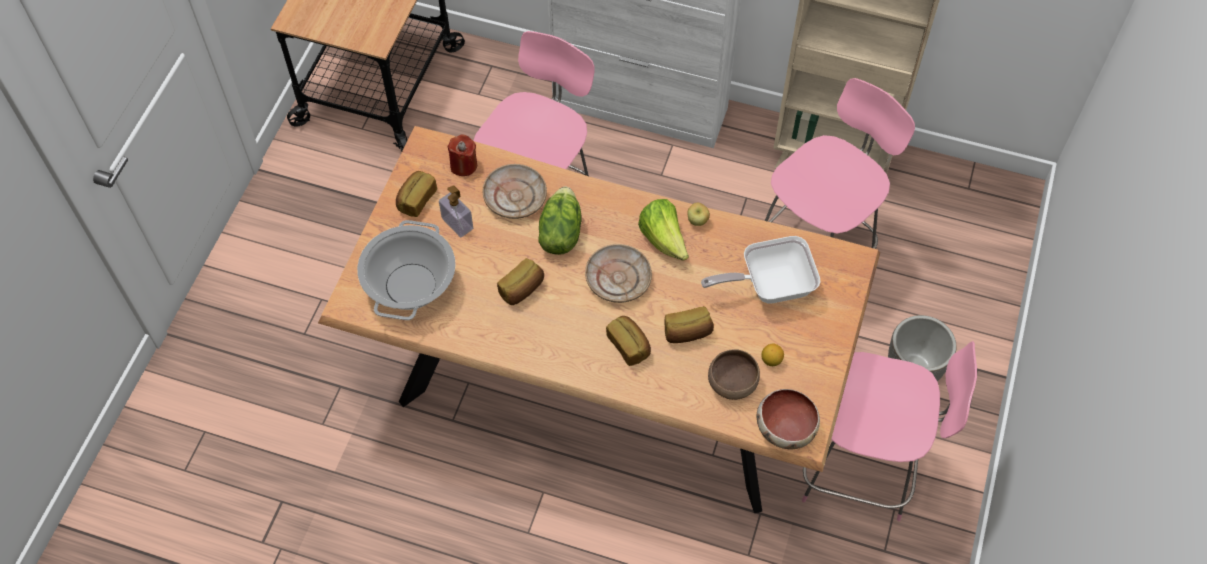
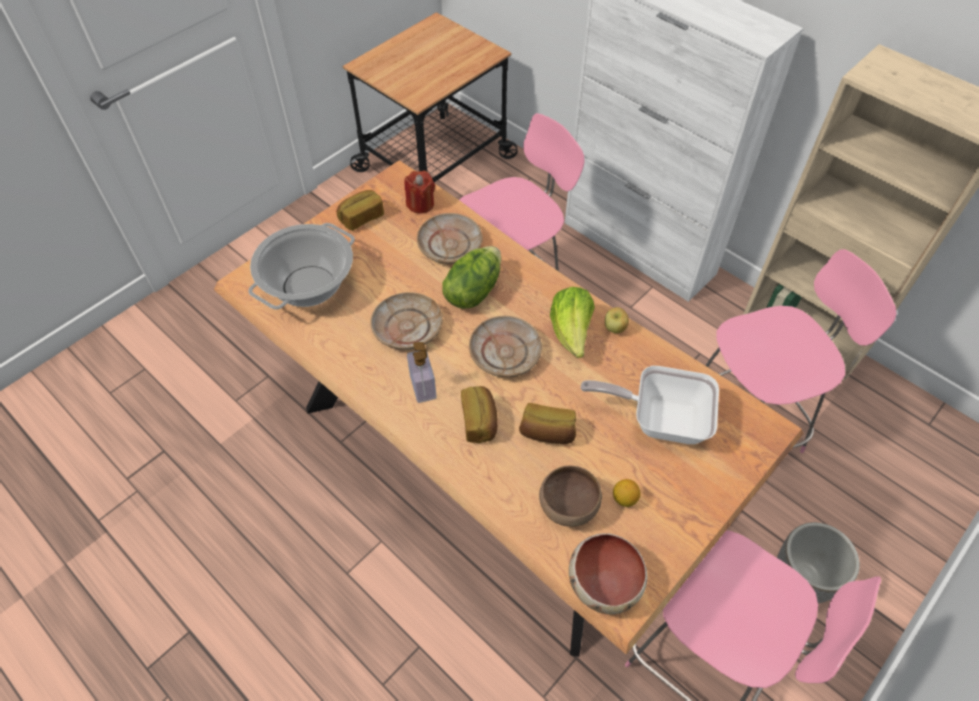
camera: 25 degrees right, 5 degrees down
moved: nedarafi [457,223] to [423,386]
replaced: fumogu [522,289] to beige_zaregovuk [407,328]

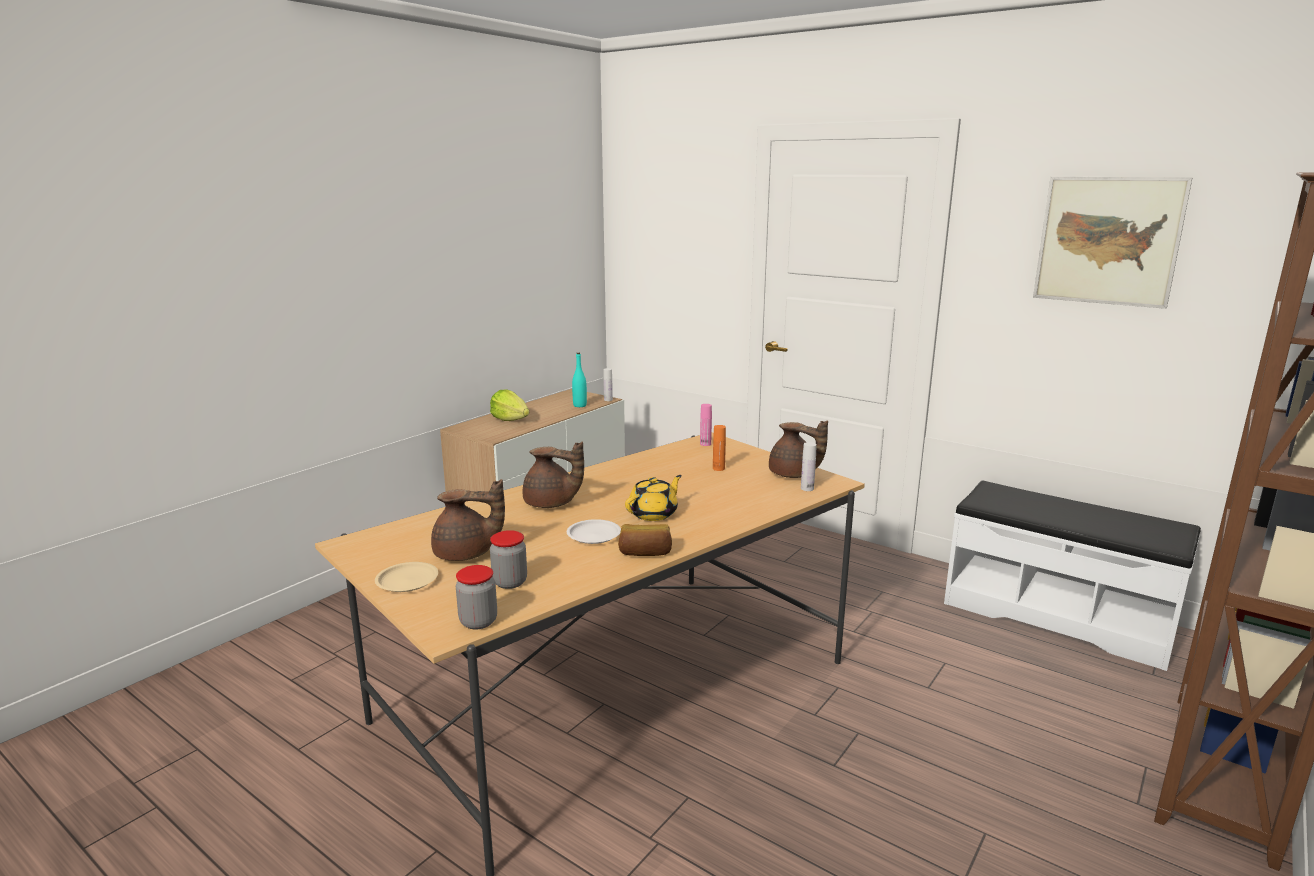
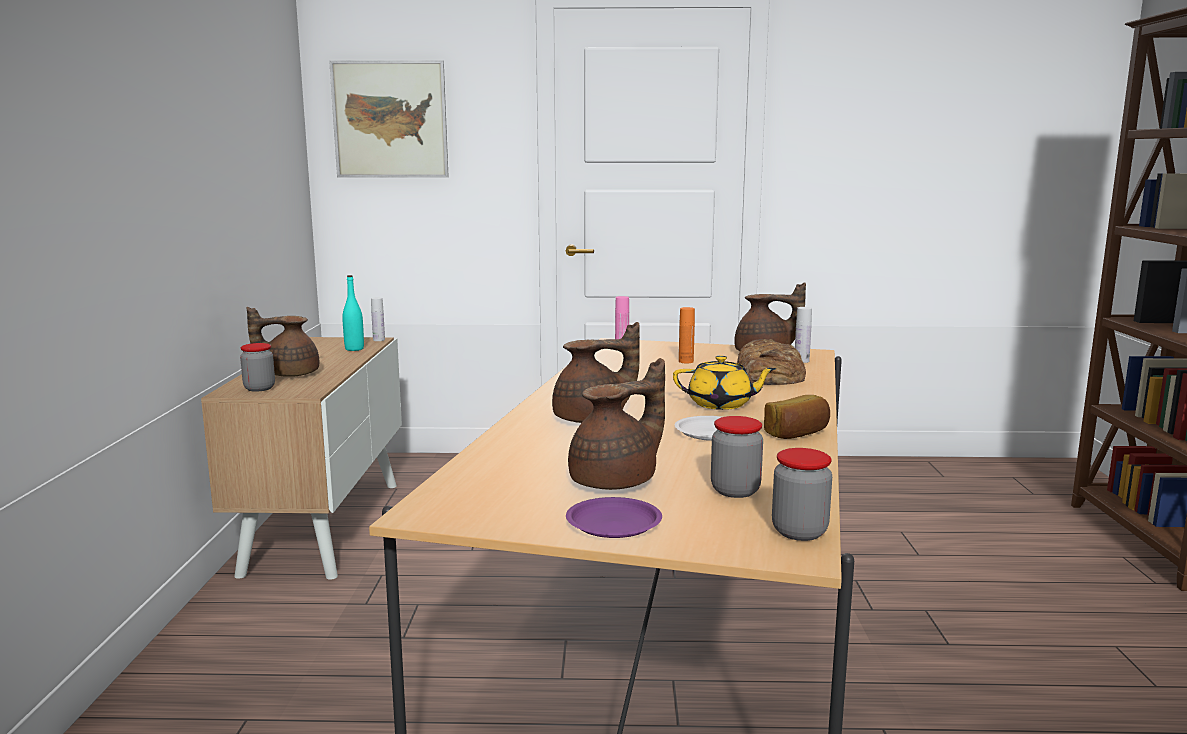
camera: 35 degrees left, 5 degrees down
removed: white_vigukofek [1057,615]
added: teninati [259,388]; fumogu [768,375]
moved: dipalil [1108,241] to [390,120]
replaced: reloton [510,420] to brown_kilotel [290,374]
recoloured: beige_zaregovuk [407,581] to purple_zaregovuk [614,523]
turned: yellow_kilotel [654,514] = [721,404] 90 degrees clockwise

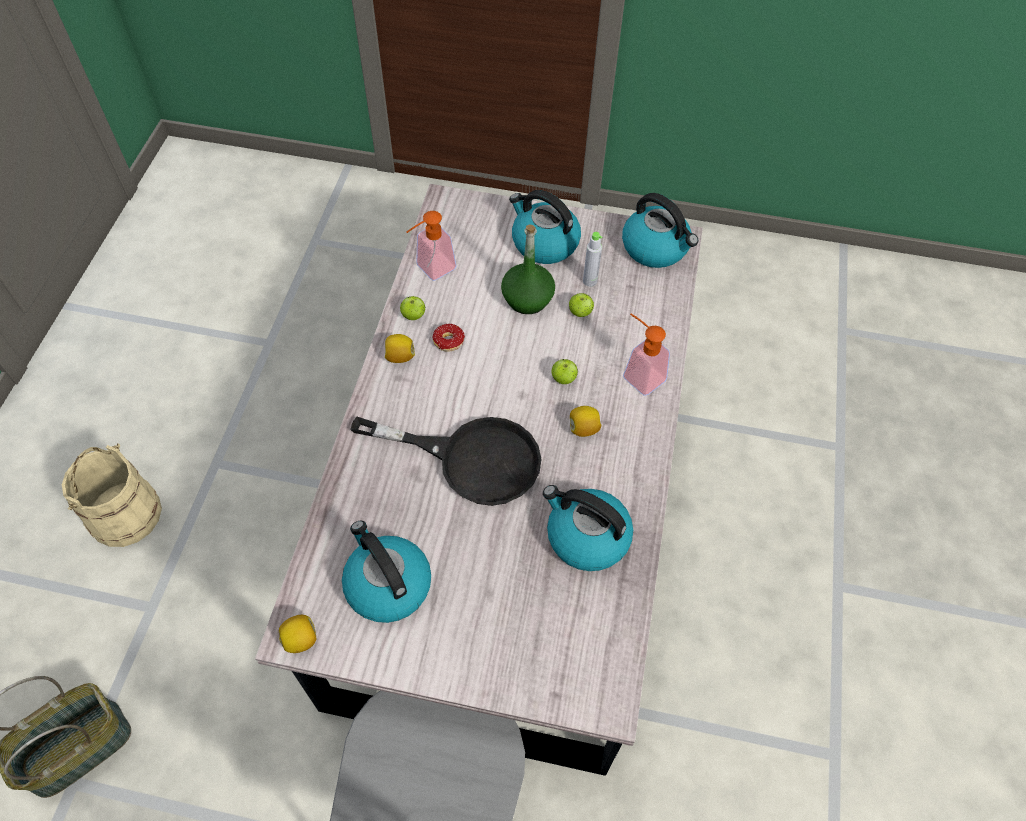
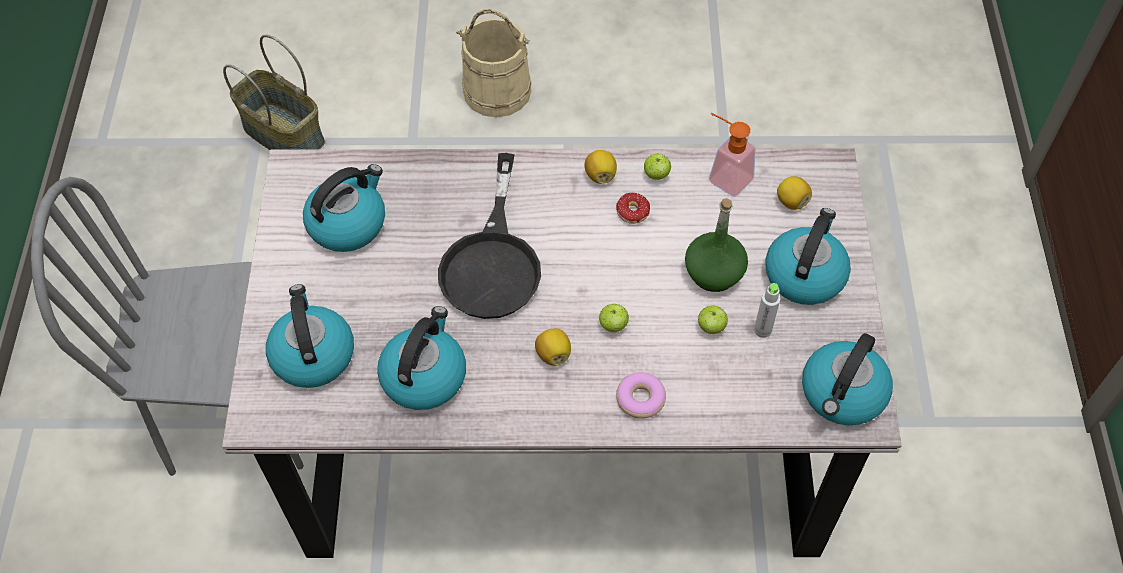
camera: 80 degrees right, 0 degrees up
added: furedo [312,354]
moved: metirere [301,639] to [791,201]
replaced: nedarafi [639,374] to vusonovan [640,398]

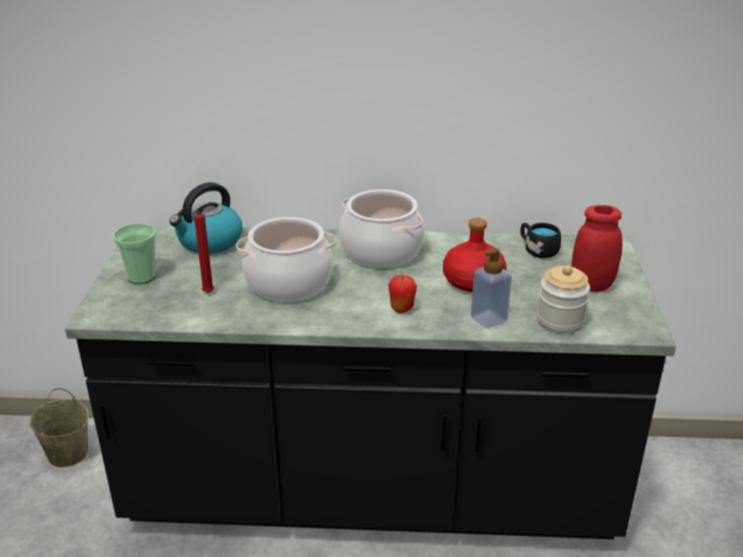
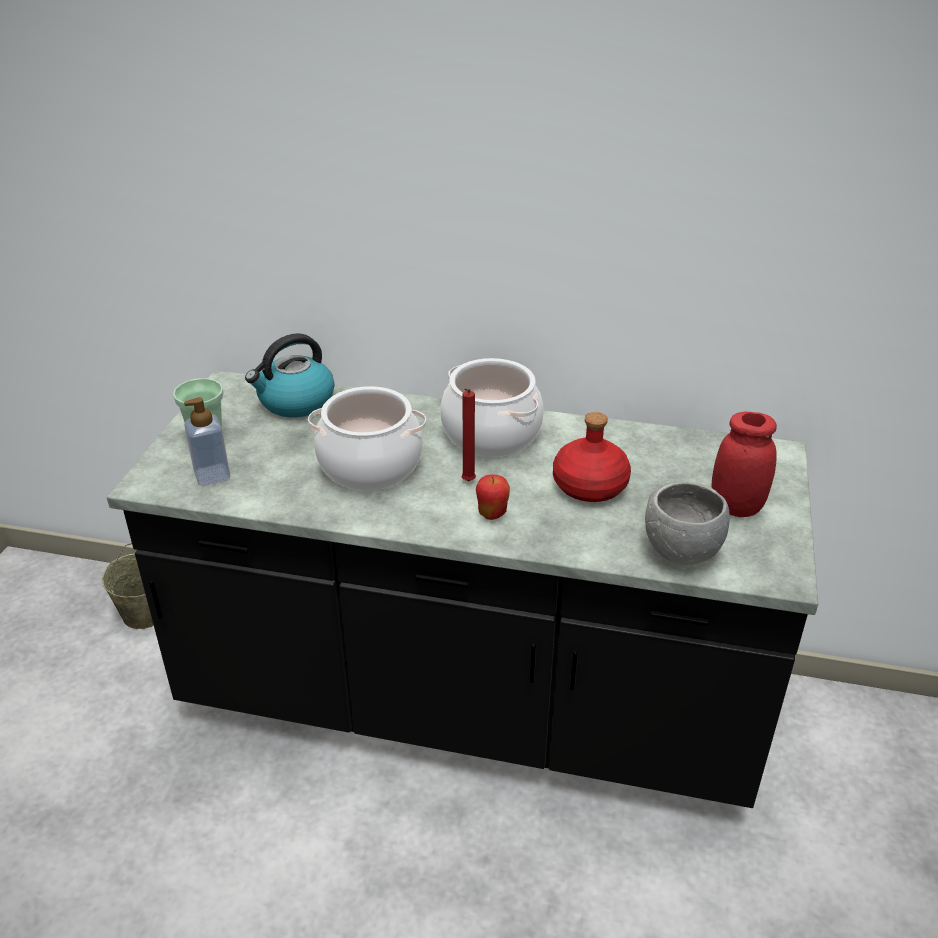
camera: 10 degrees right, 5 degrees up
removed: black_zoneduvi [537,250]
moved: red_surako [207,294] to [467,482]; nedarafi [488,319] to [212,475]
replaced: teninati [560,321] to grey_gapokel [680,553]

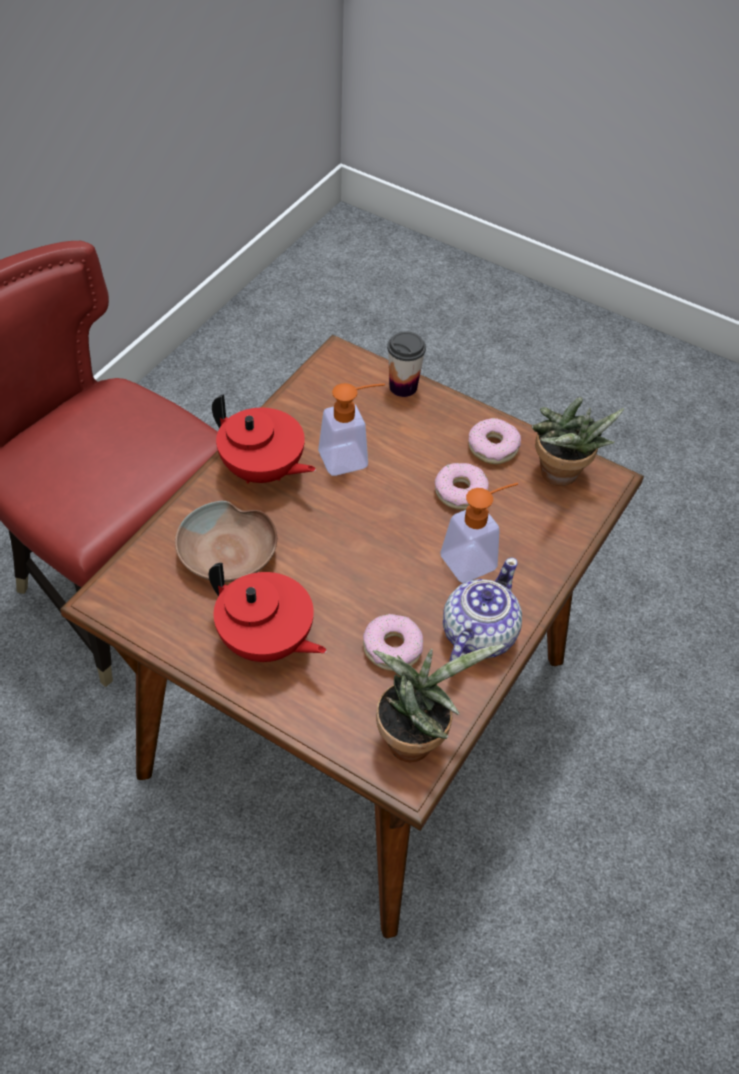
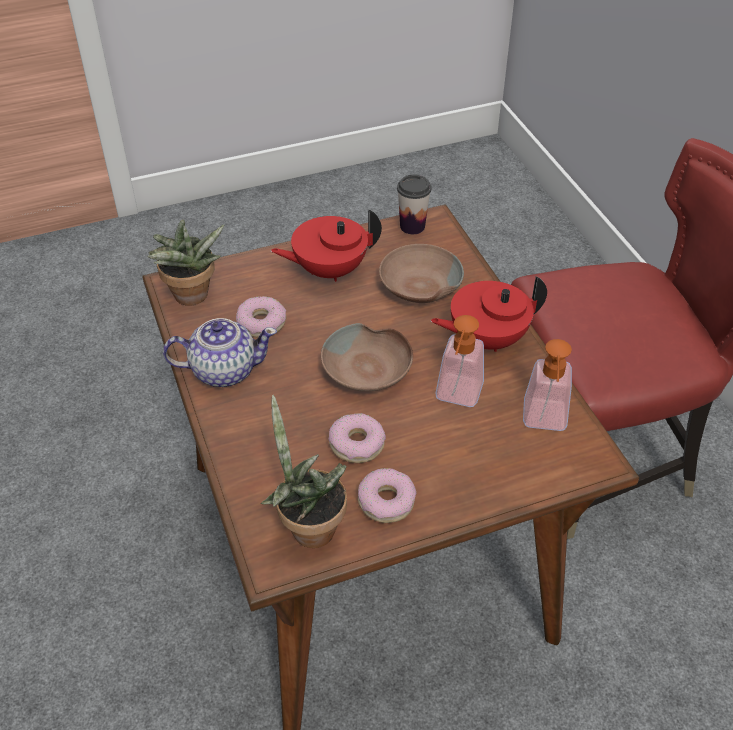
camera: 130 degrees right, 5 degrees down
added: brown_gapokel [368,370]
moved: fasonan [403,387] to [412,226]; nedarafi [476,559] to [544,422]
turned: kilotel [477,635] = [223,370] 75 degrees counterclockwise

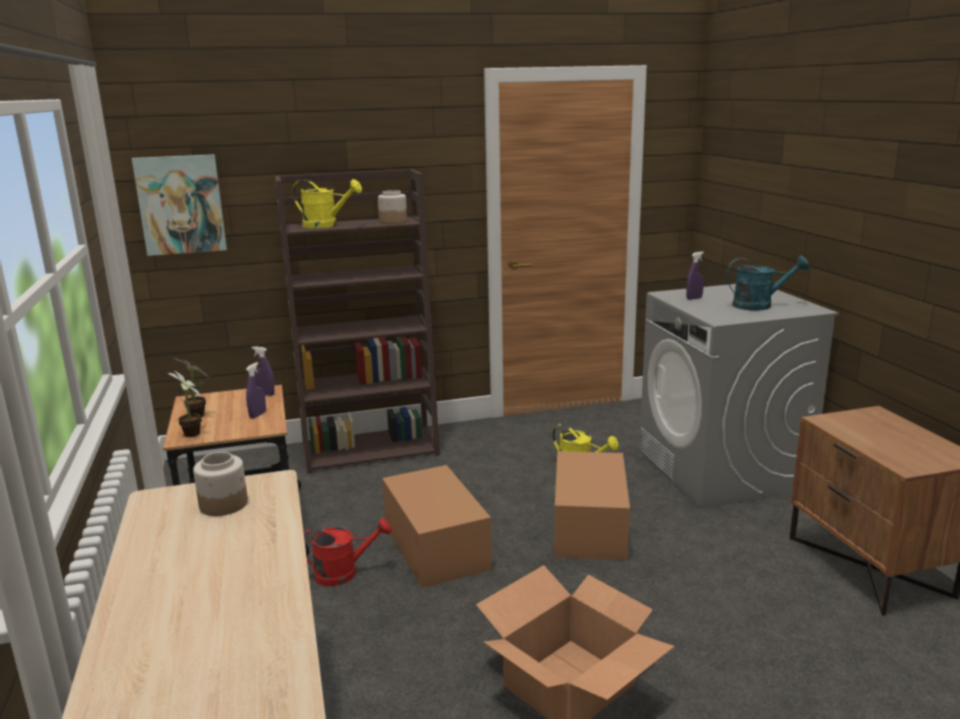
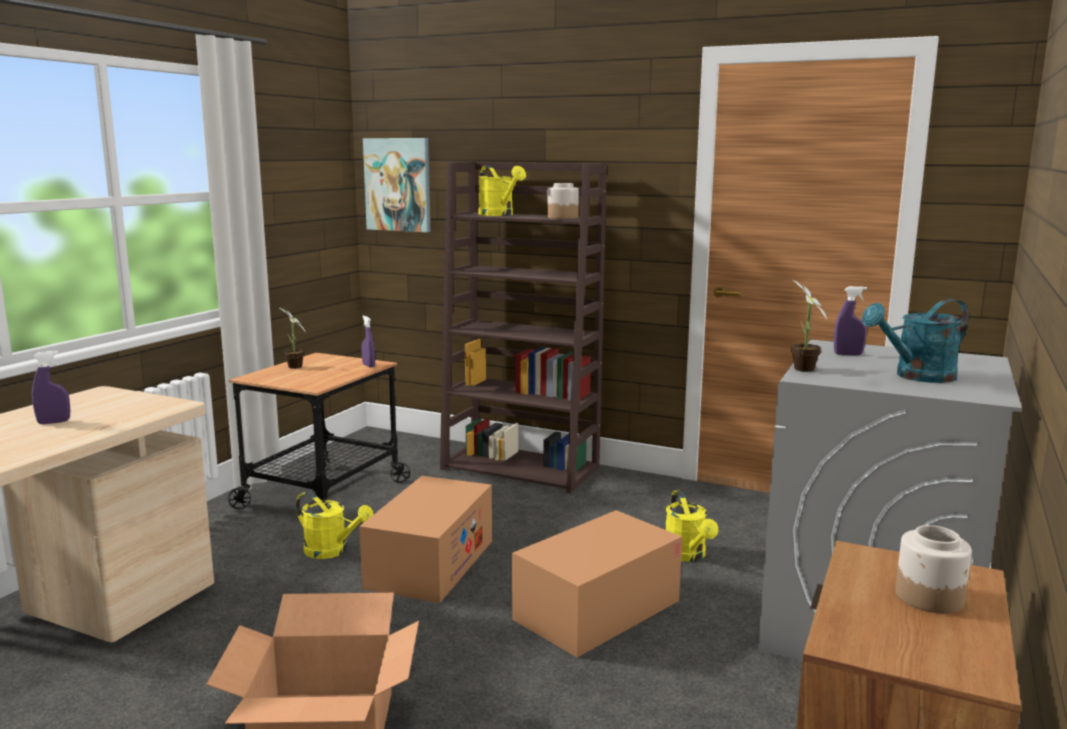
camera: 40 degrees right, 5 degrees down
moved: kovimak [191,435] to [802,370]; teninati [224,504] to [930,597]; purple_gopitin [257,415] to [54,422]
recoloured: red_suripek [344,573] to yellow_suripek [332,551]
turned: turquoise_suripek [759,305] = [917,377] 120 degrees clockwise

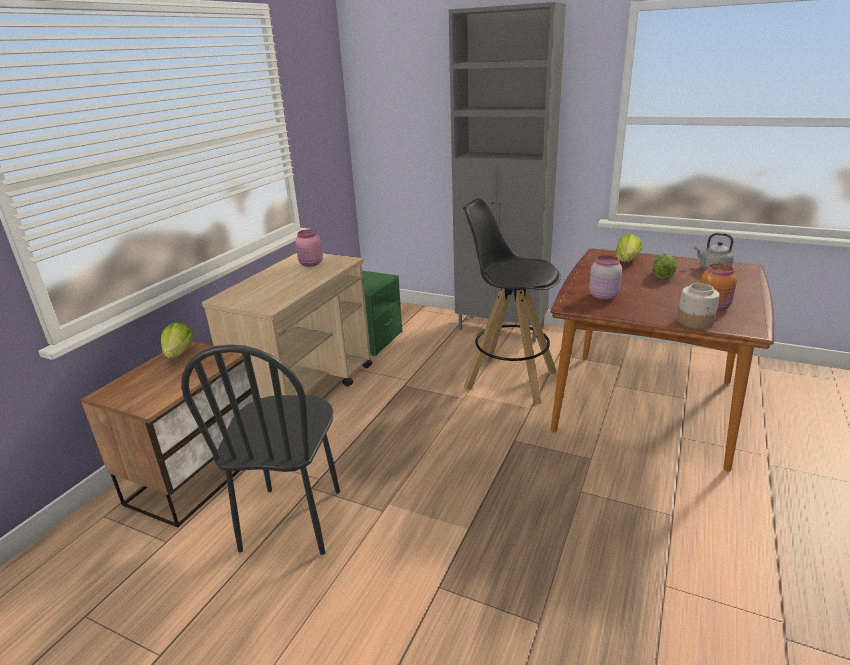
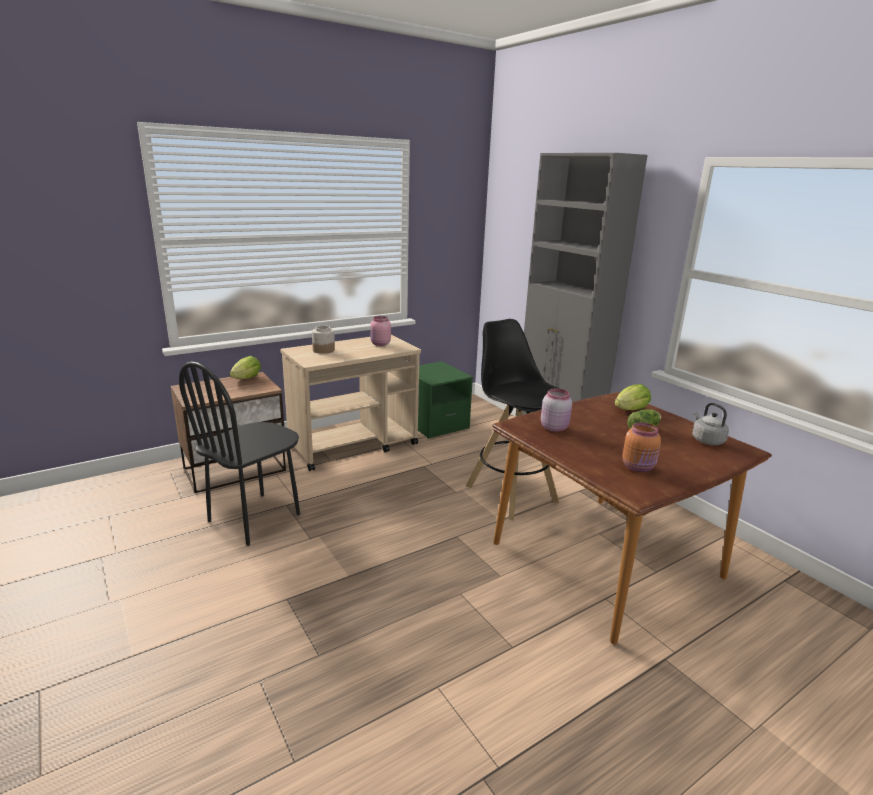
camera: 30 degrees right, 5 degrees down
moved: teninati [695,321] to [323,350]

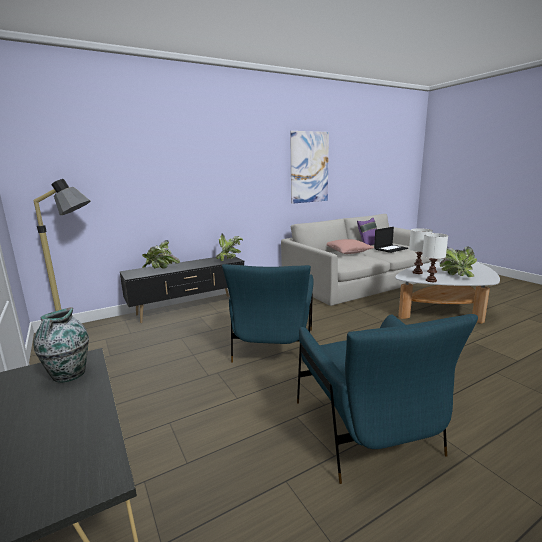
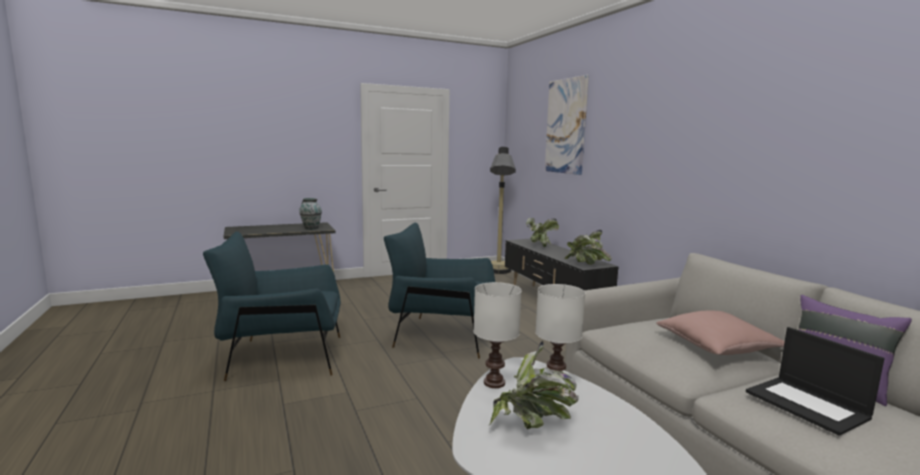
camera: 95 degrees right, 5 degrees down
moved: dipalil [309,167] to [565,126]

